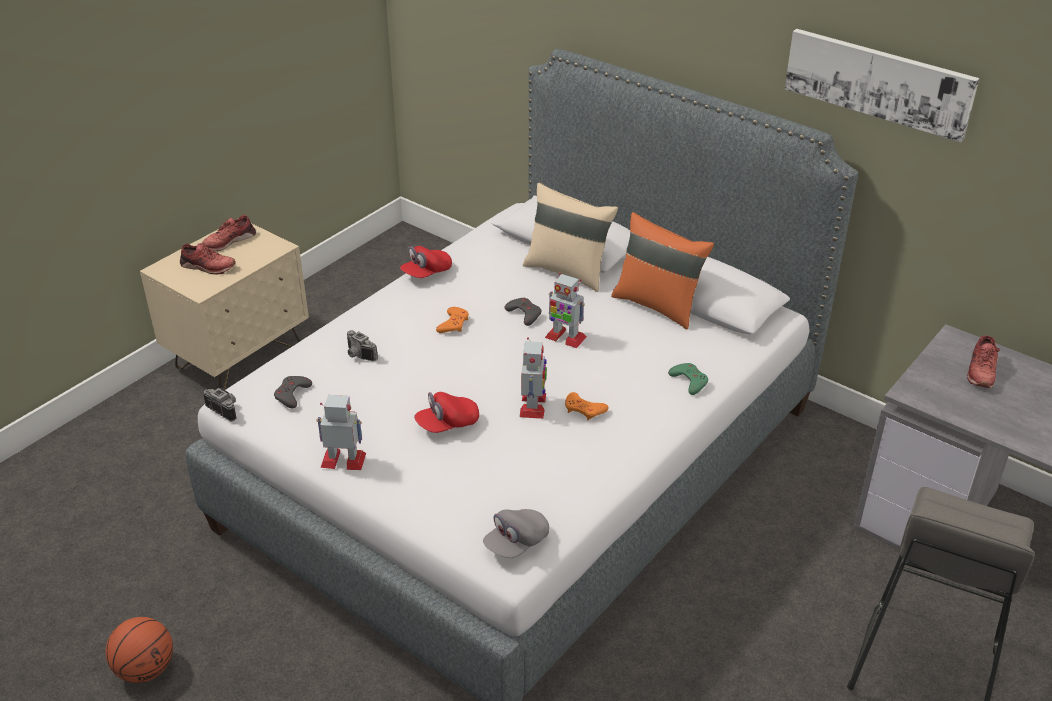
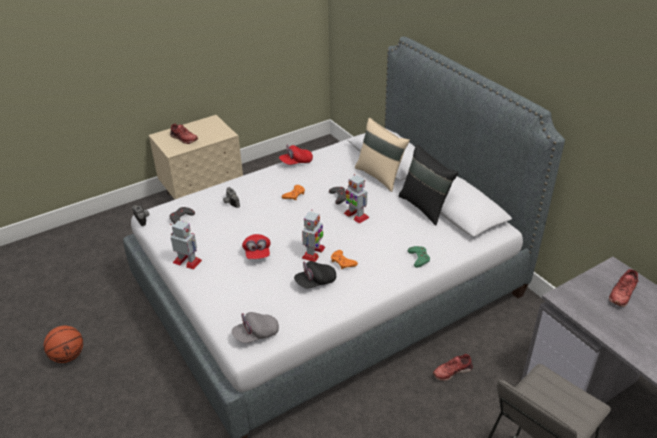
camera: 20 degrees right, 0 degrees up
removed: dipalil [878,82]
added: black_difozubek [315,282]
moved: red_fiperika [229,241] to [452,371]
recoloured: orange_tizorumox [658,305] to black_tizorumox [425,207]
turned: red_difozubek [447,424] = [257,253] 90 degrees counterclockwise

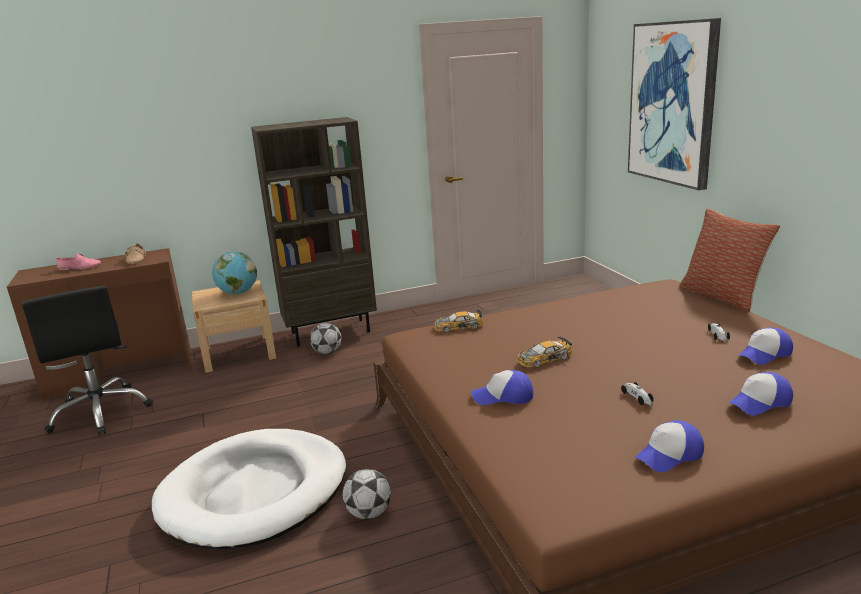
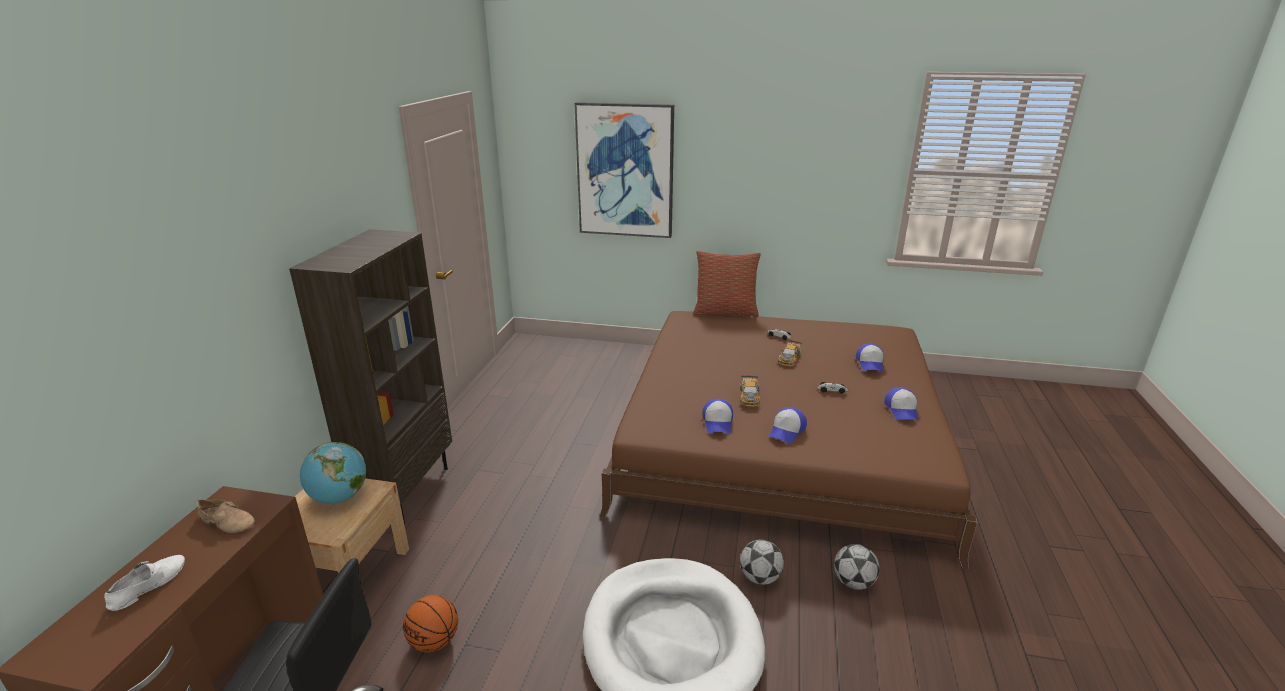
camera: 60 degrees left, 5 degrees up
added: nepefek [434,642]
moved: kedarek [327,352] to [853,582]; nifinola [458,326] to [789,358]; difozubek [764,354] to [718,422]
recoloured: pink_fiperika [80,267] to white_fiperika [148,585]

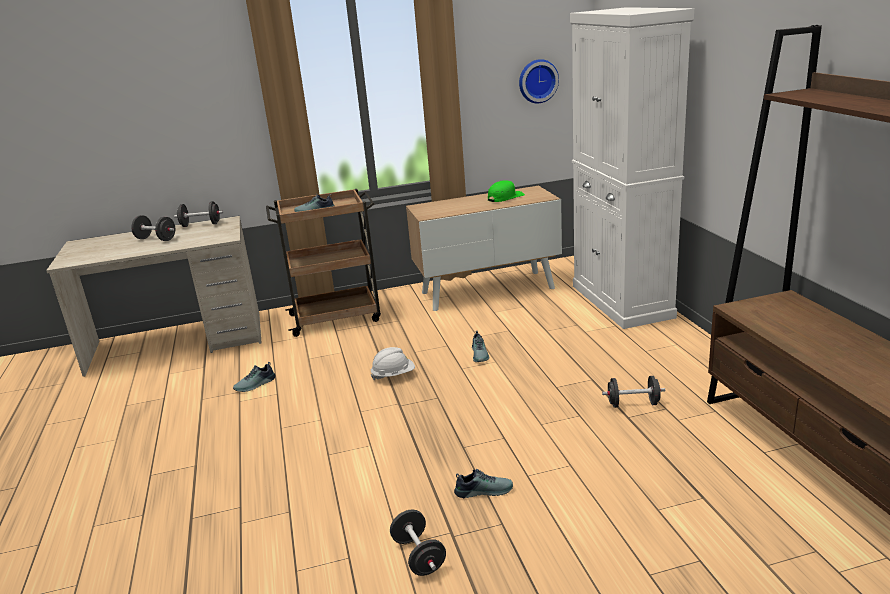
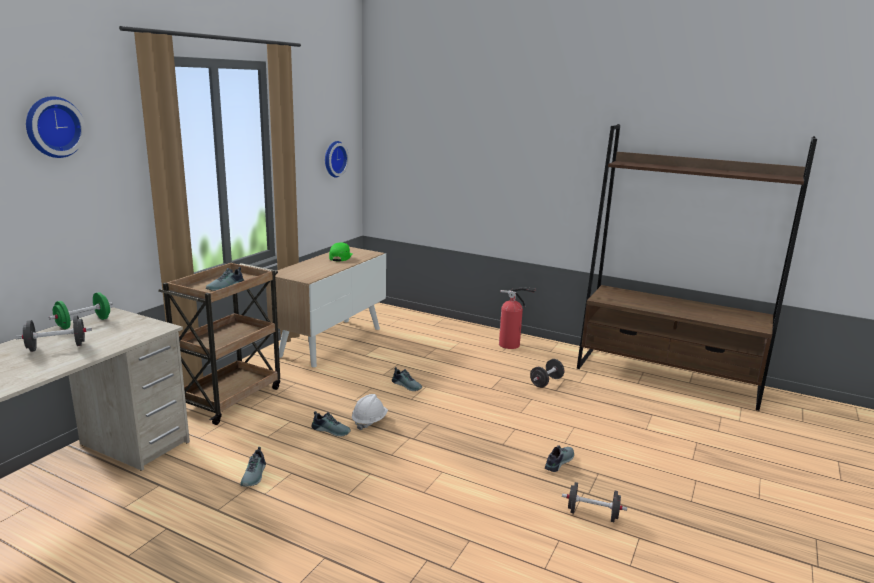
camera: 50 degrees left, 5 degrees down
removed: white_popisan [621,301]
added: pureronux [53,127]; fiperika [331,430]; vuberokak [511,345]
recoloured: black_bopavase [201,225] to green_bopavase [83,323]

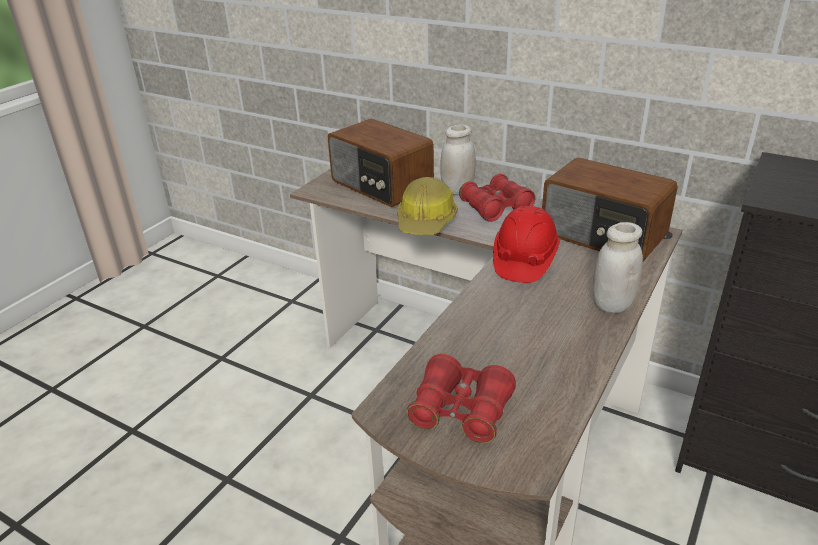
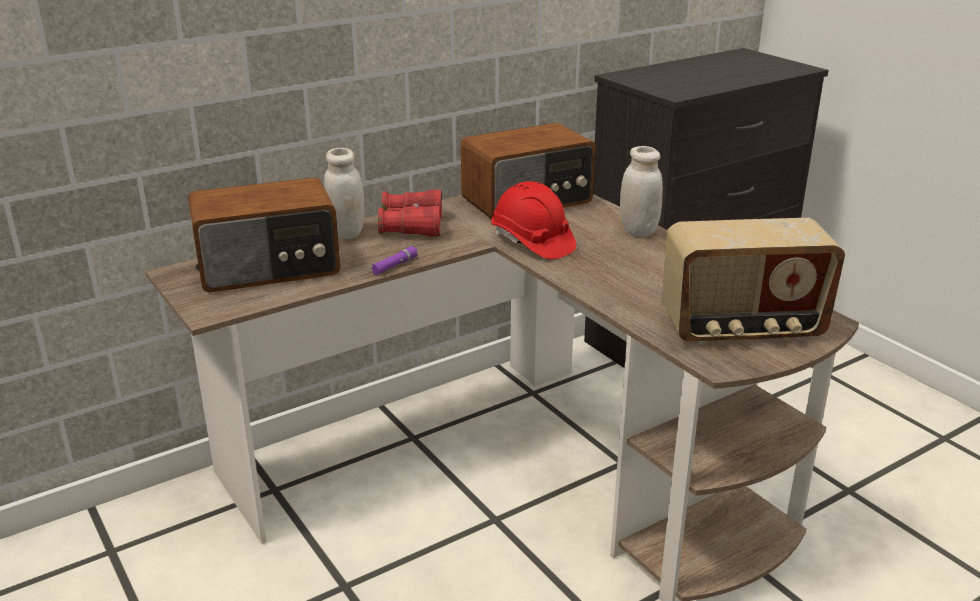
camera: 65 degrees left, 5 degrees down
replaced: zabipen [426,221] to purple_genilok [394,265]; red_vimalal [461,411] to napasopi [742,329]

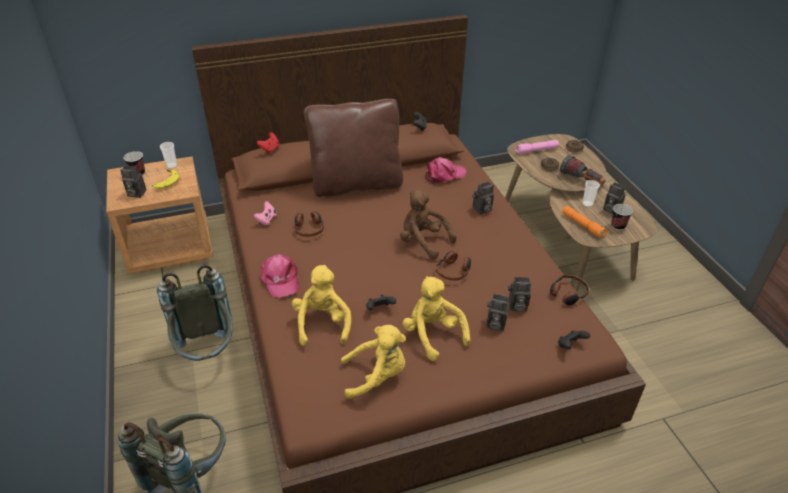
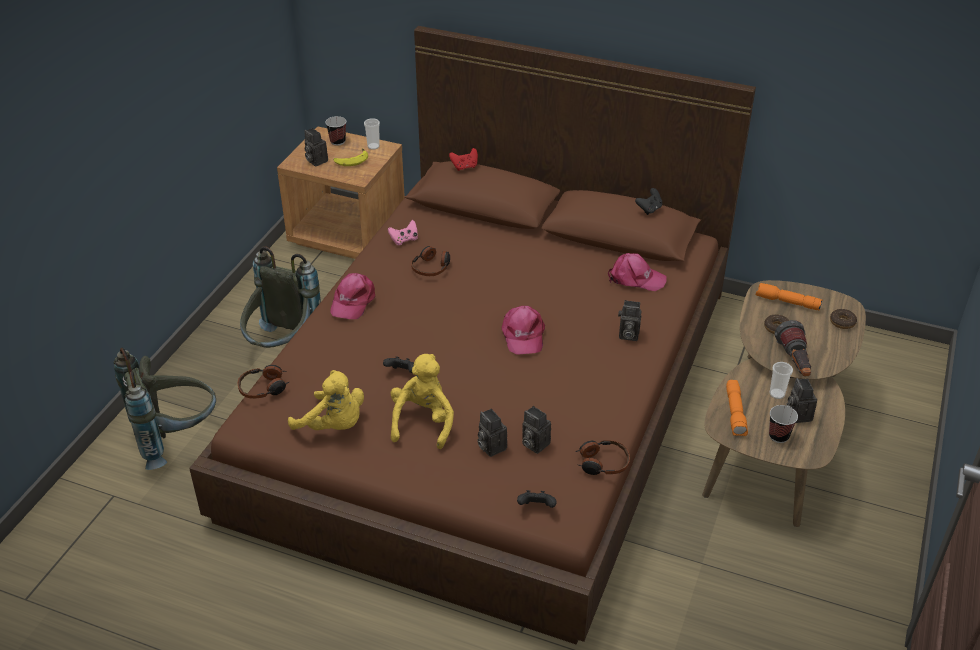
camera: 40 degrees right, 0 degrees up
removed: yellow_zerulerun [323,323]; brown_tizorumox [356,184]
moved: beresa [453,270] to [264,388]
replaced: brown_zerulerun [423,241] to pink_difozubek [523,335]
recoloured: pink_genilok [536,151] to orange_genilok [787,302]

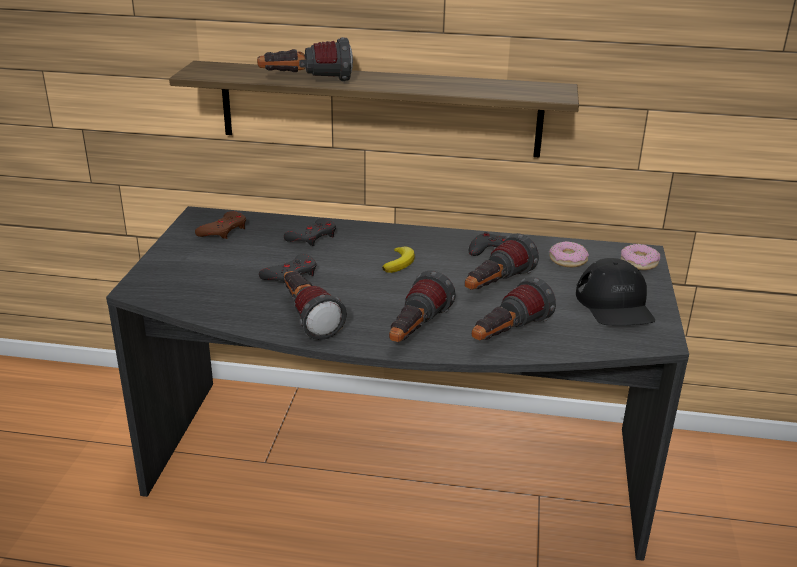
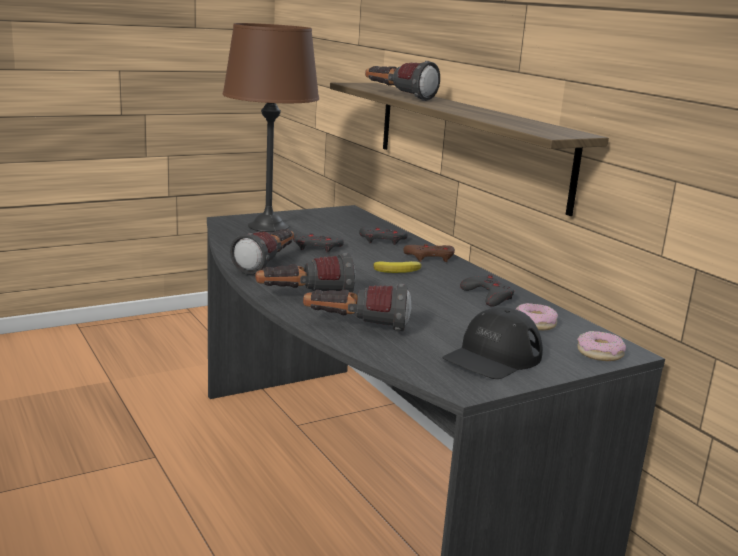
camera: 50 degrees right, 10 degrees down
removed: genilok [495,286]
added: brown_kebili [268,226]
moved: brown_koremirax [223,230] to [430,257]

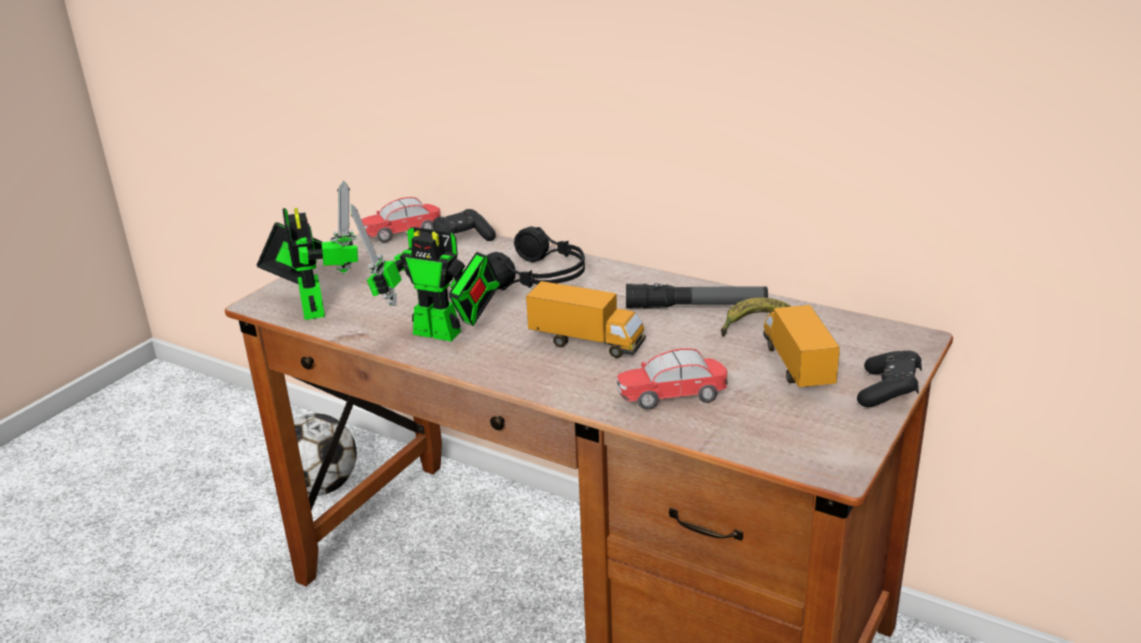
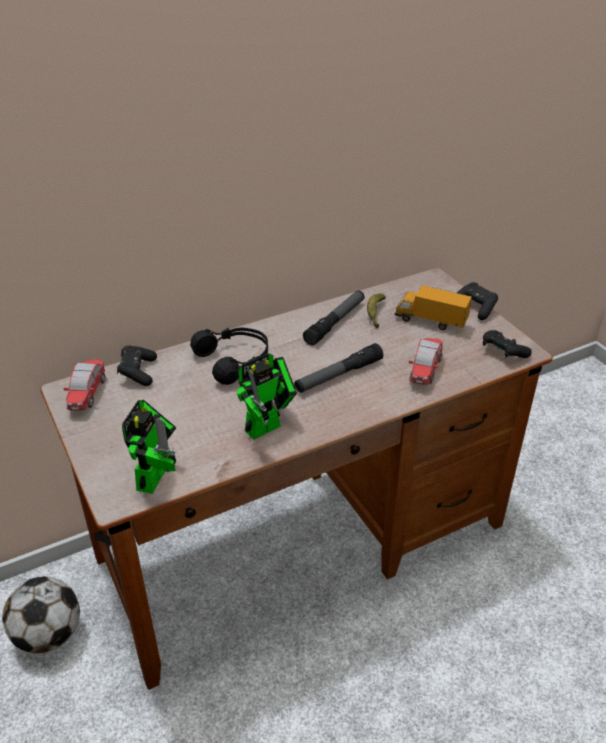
camera: 60 degrees left, 10 degrees up
added: black_koremirax [502,352]
replaced: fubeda [587,343] to genilok [338,375]
turned: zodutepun [312,306] = [154,475] 90 degrees clockwise

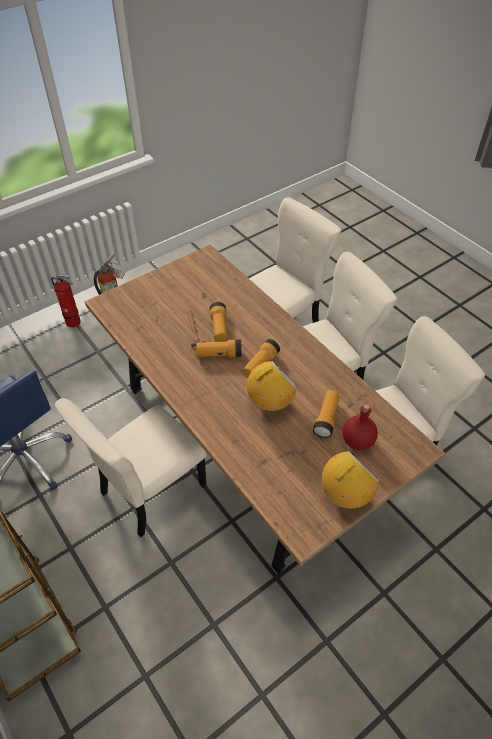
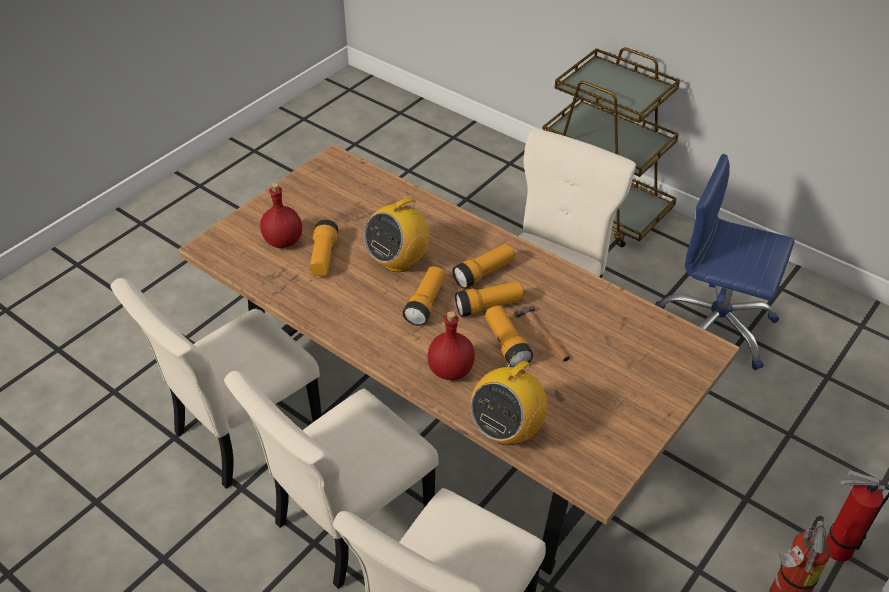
camera: 165 degrees right, 5 degrees down
added: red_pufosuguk [450,371]; genilok [484,274]
moved: napasopi [345,495] to [507,430]

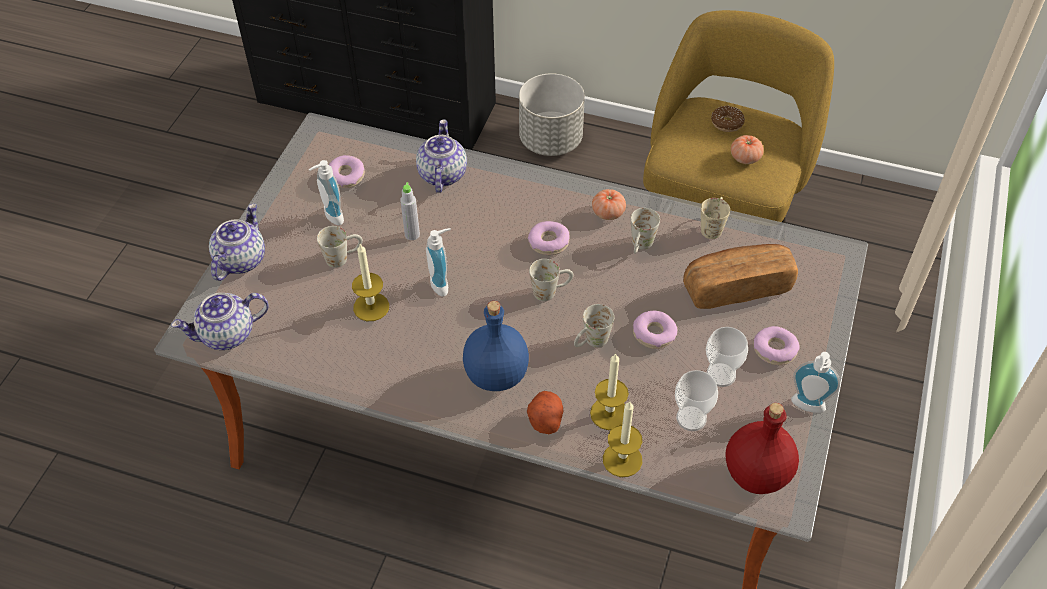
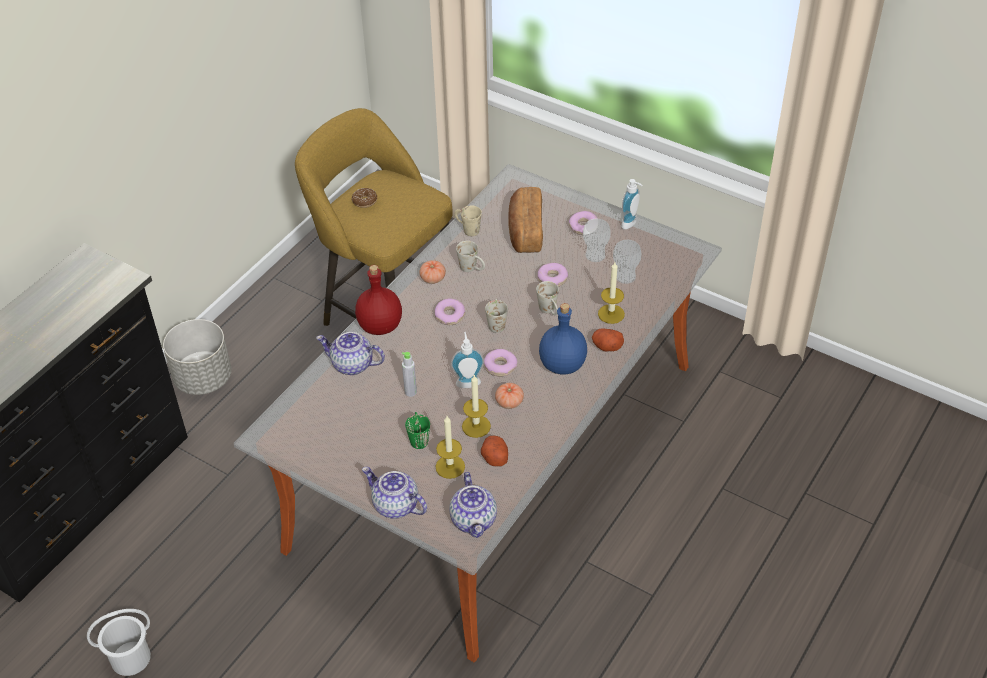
camera: 75 degrees left, 5 degrees down
removed: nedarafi [330,217]
added: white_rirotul [131,658]; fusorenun [494,457]
moved: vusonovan [346,176] to [500,366]; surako [622,459] to [450,466]; red_pufosuguk [755,474] to [380,327]; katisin [745,158] to [509,402]
recoloured: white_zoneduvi [343,257] to green_zoneduvi [418,437]

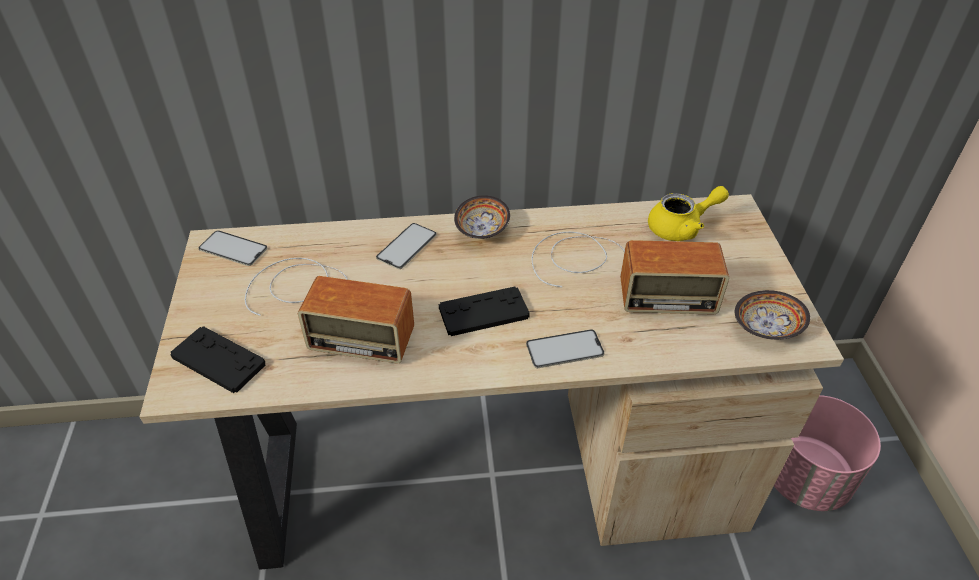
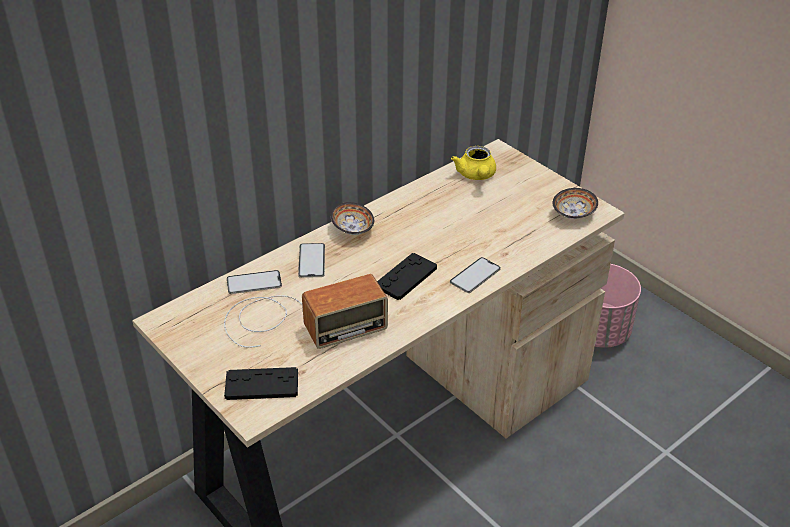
camera: 35 degrees left, 5 degrees down
removed: napasopi [615,273]
moved: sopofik [233,248] to [254,282]
turned: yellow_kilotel [681,227] = [476,176] 135 degrees clockwise

